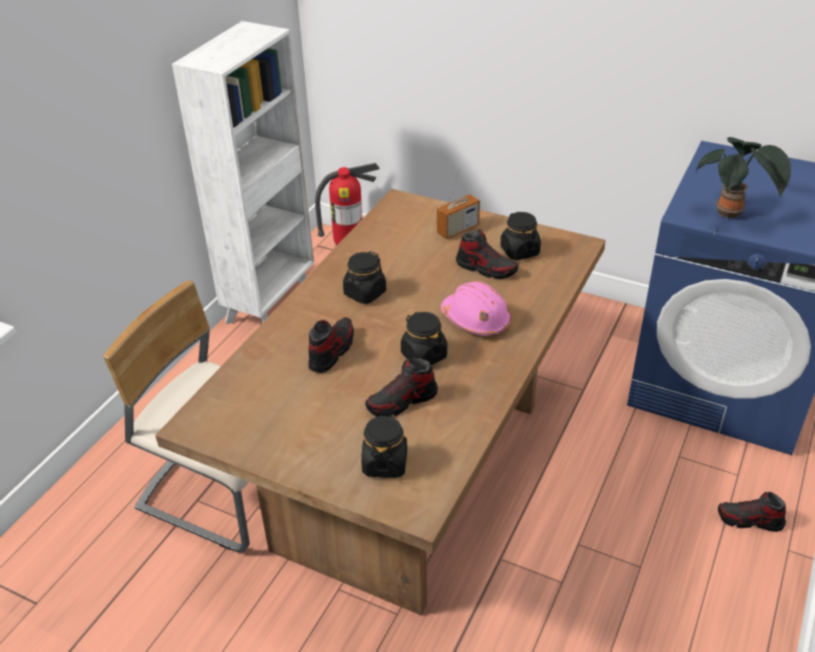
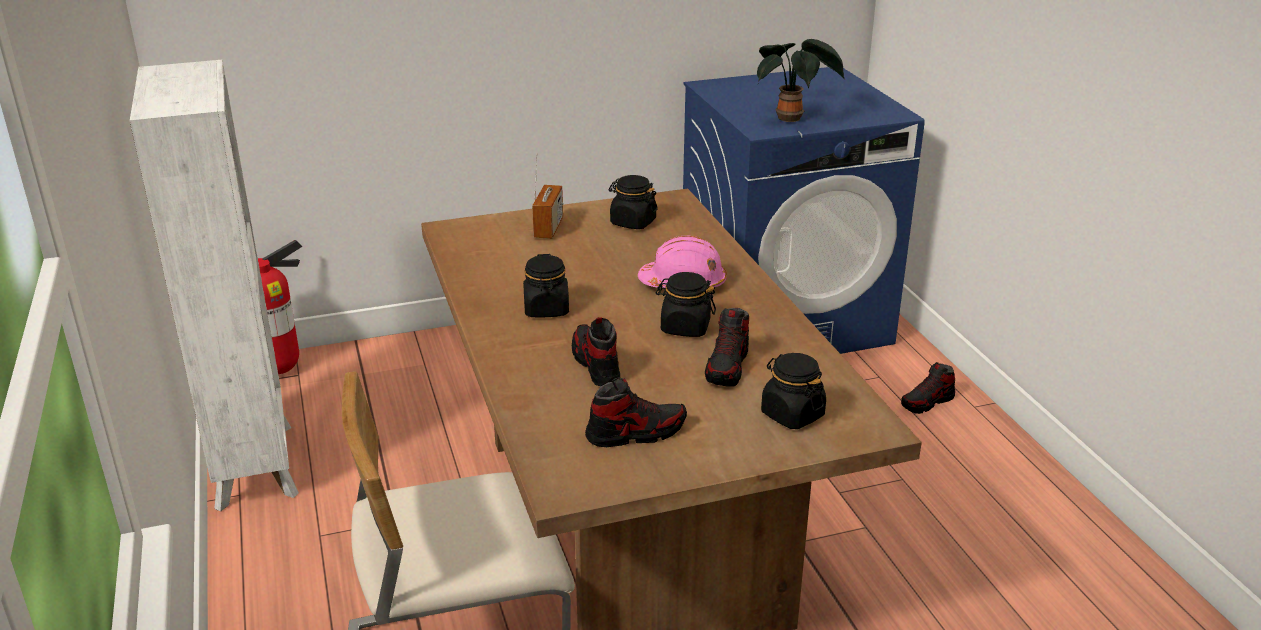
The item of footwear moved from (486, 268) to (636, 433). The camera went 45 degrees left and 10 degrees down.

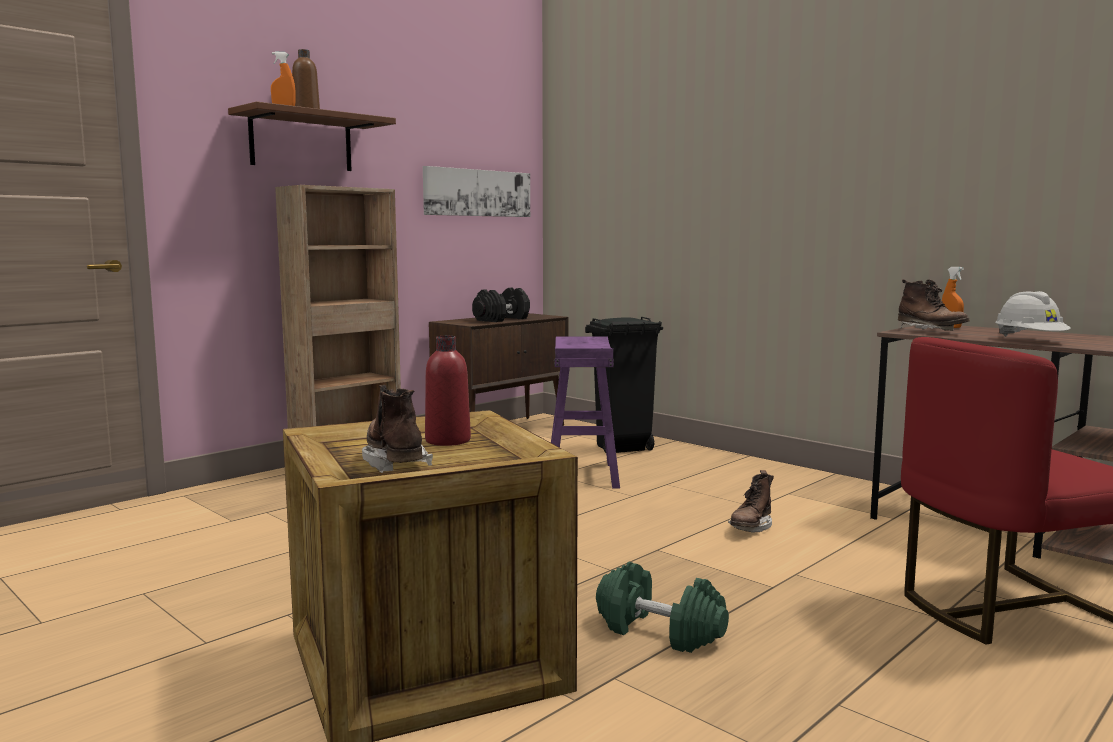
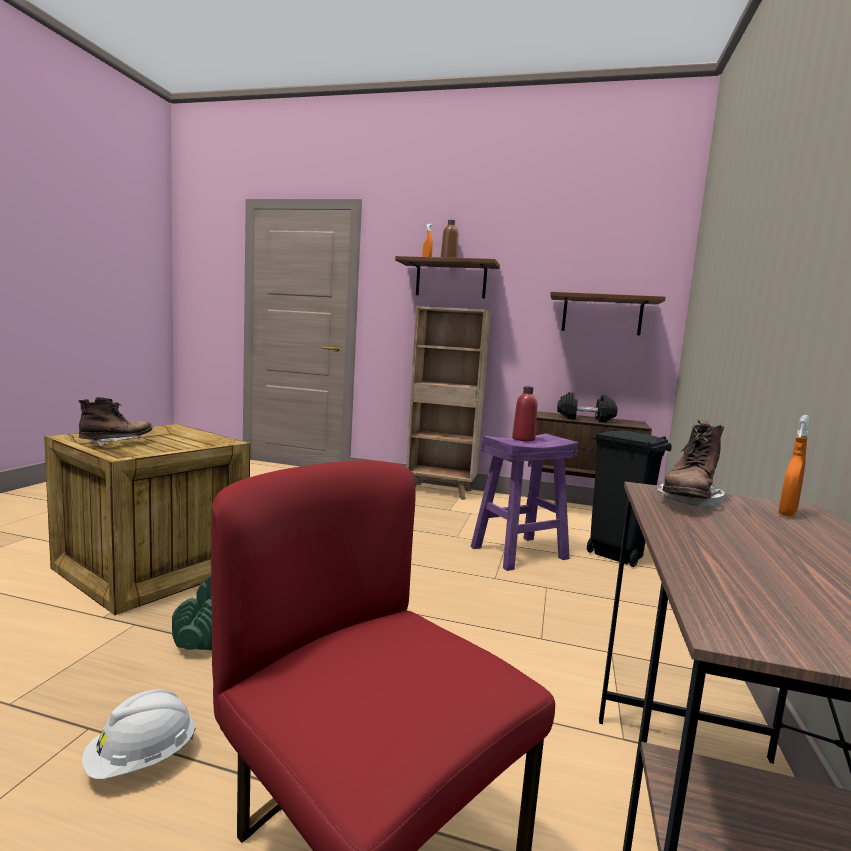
The wall art at (477, 193) was replaced by the wall shelf in brown at (602, 315). The safety helmet in white-coloured moved from (1029, 340) to (141, 760). The drink bottle in red-coloured moved from (448, 441) to (523, 439). The tall boot in brown at (751, 527) disappeared. The camera went 60 degrees right and 0 degrees up.

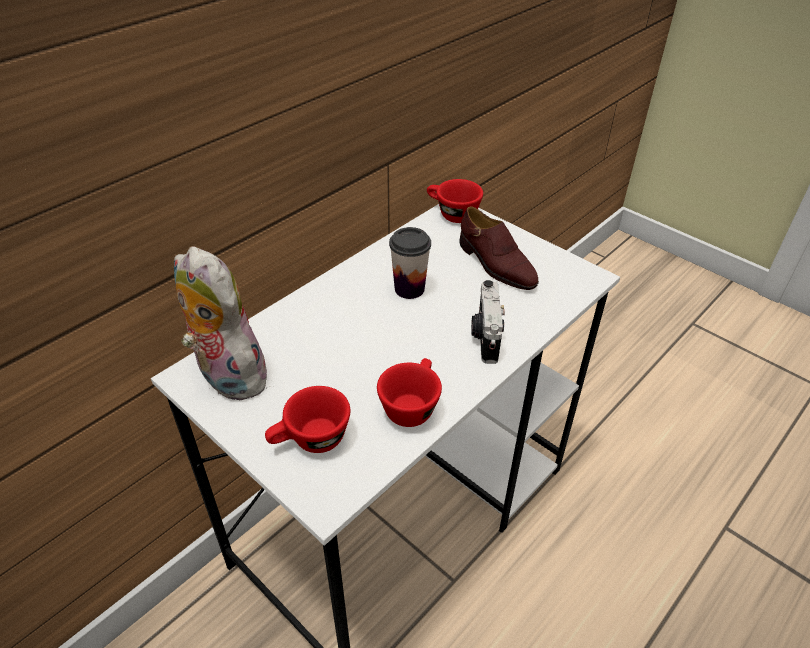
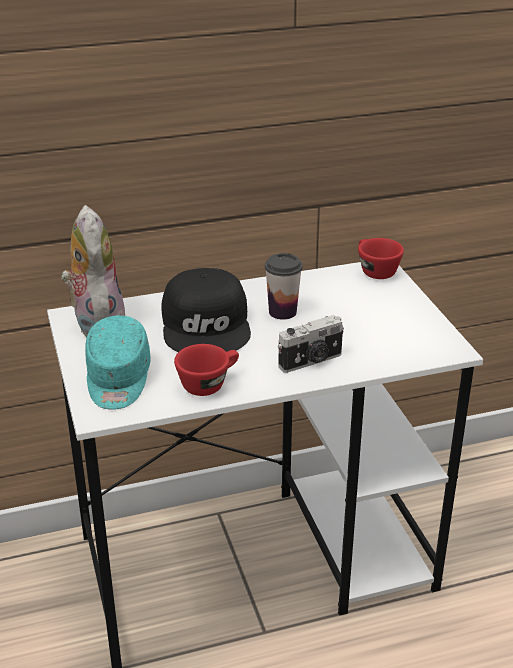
The item of footwear in brown at (496, 264) disappeared. The photo camera at (485, 337) turned 150 degrees counterclockwise. The cup in red-coloured at (310, 441) was replaced by the peaked cap in turquoise-coloured at (118, 379). The peaked cap in black-coloured at (207, 325) appeared. The camera went 30 degrees right and 10 degrees down.

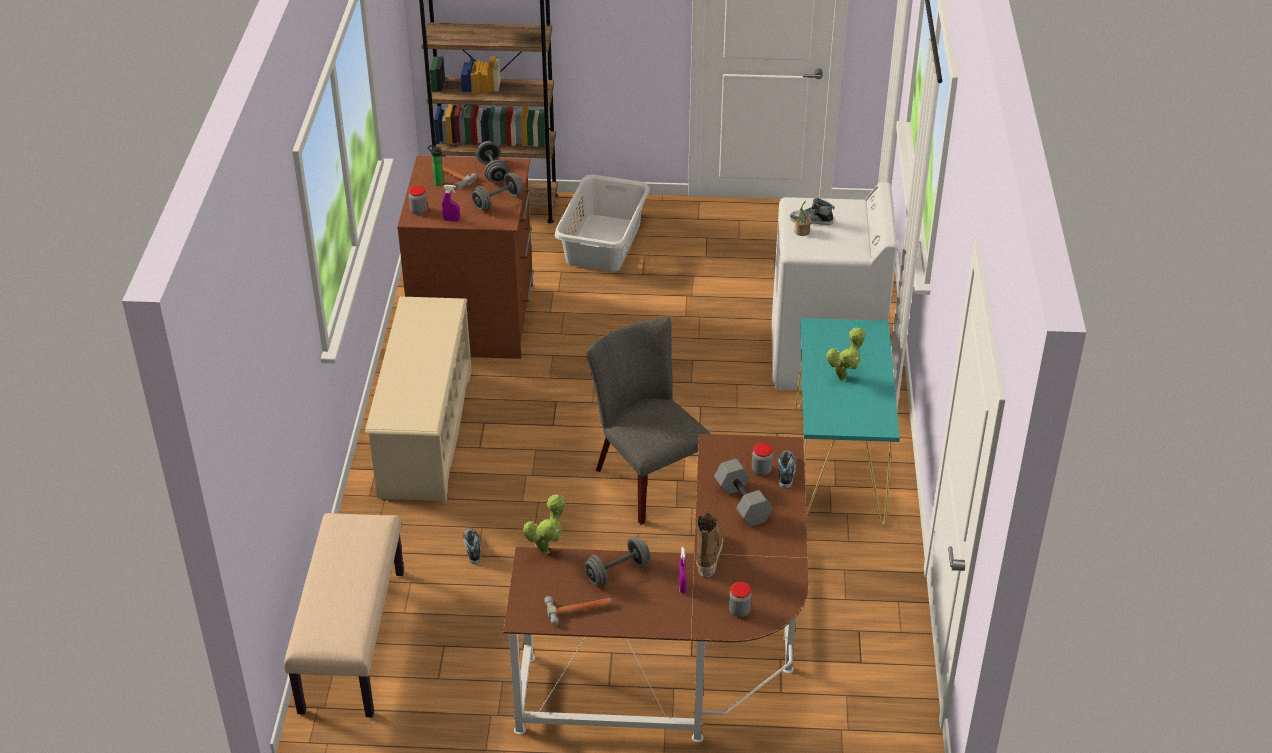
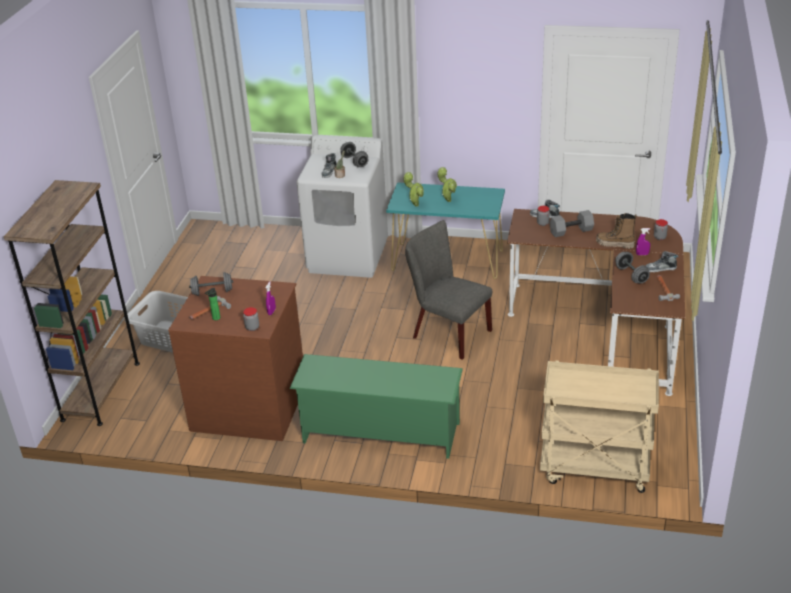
The dumbbell in greyish moved from (498, 202) to (354, 162). The shoe stand in sand-coloured at (425, 433) became the shoe stand in green at (380, 433). The plain chair in greyish at (646, 477) turned 60 degrees clockwise. The houseplant moved from (547, 549) to (415, 205). The long seat in sand-coloured at (351, 640) was replaced by the cart in sand-coloured at (593, 469). The item of footwear moved from (472, 548) to (660, 269). The camera went 80 degrees left and 5 degrees down.

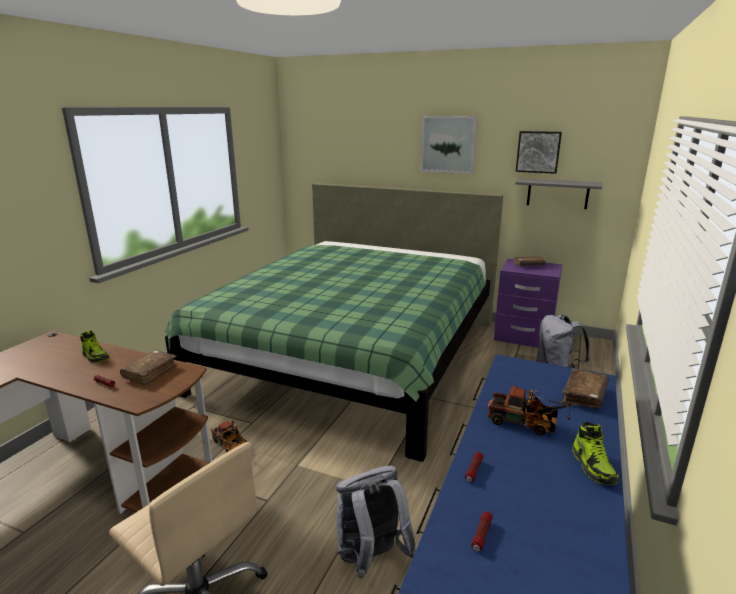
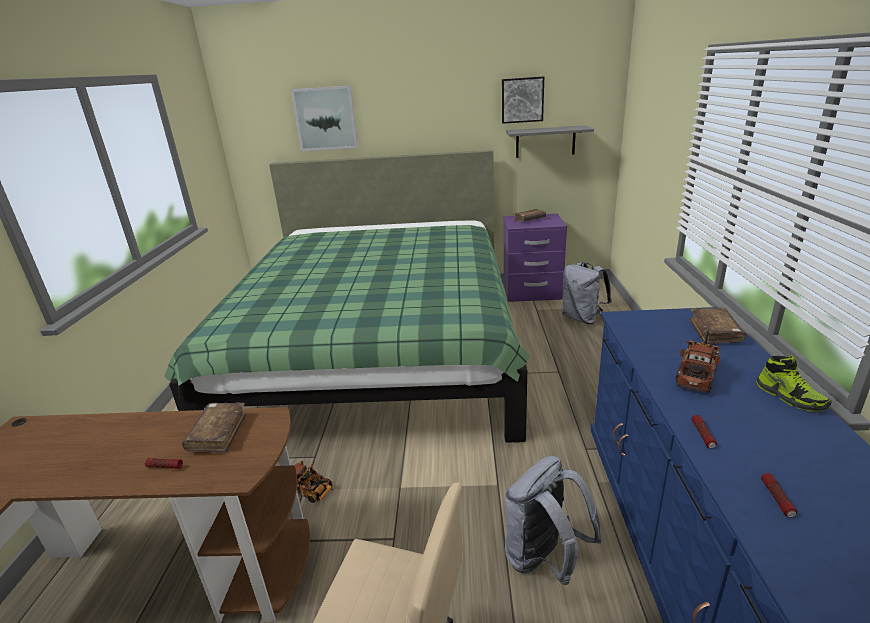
The wall art moved from (448, 144) to (325, 118). The item of footwear at (95, 356) disappeared. The model truck at (526, 424) turned 60 degrees counterclockwise. The camera went 20 degrees left and 5 degrees up.

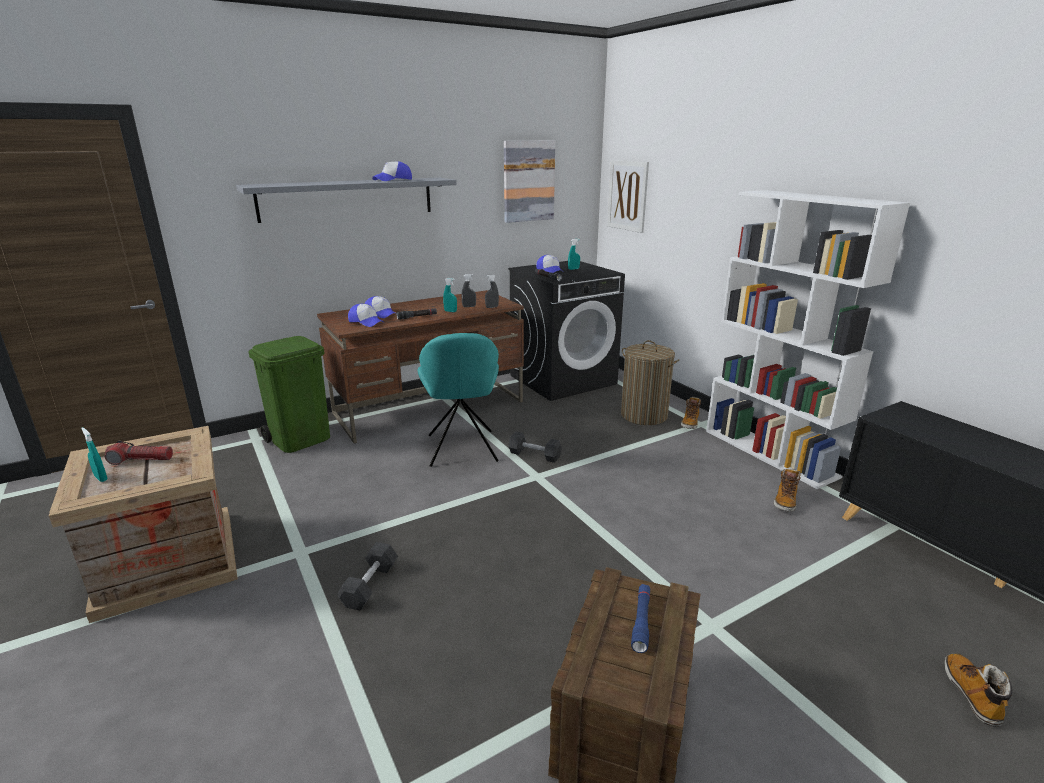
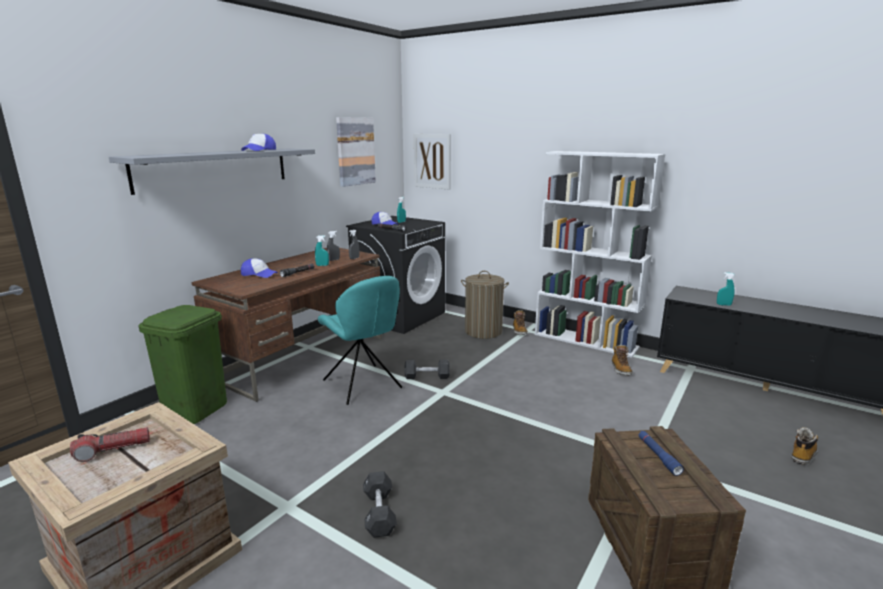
The peaked cap at (366, 322) disappeared. The hand sprayer in turquoise-coloured moved from (101, 478) to (723, 305). The tall boot at (971, 694) turned 60 degrees clockwise. The camera went 25 degrees left and 5 degrees down.

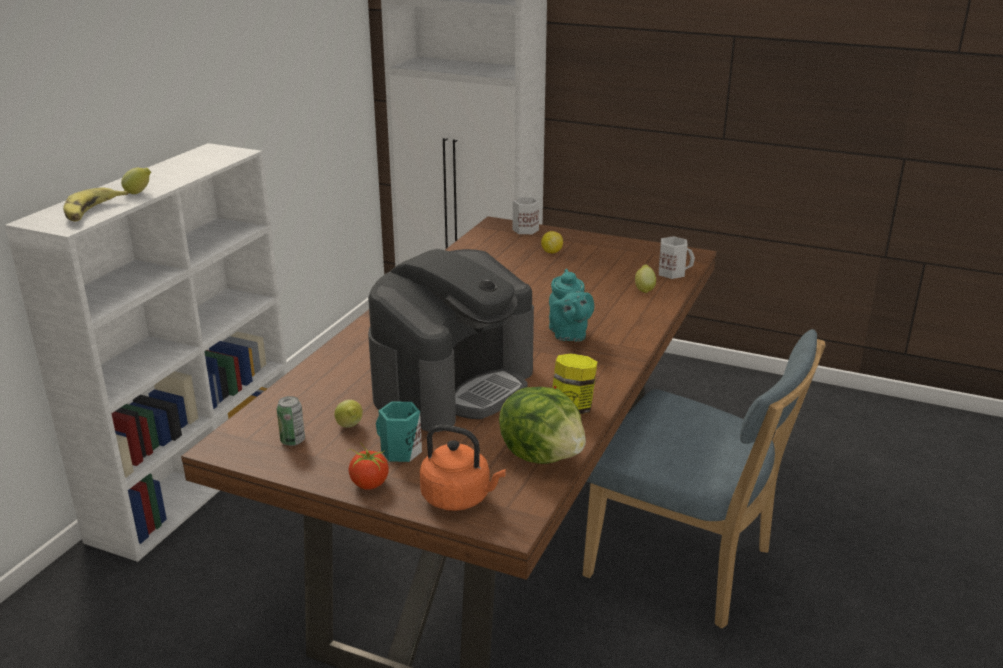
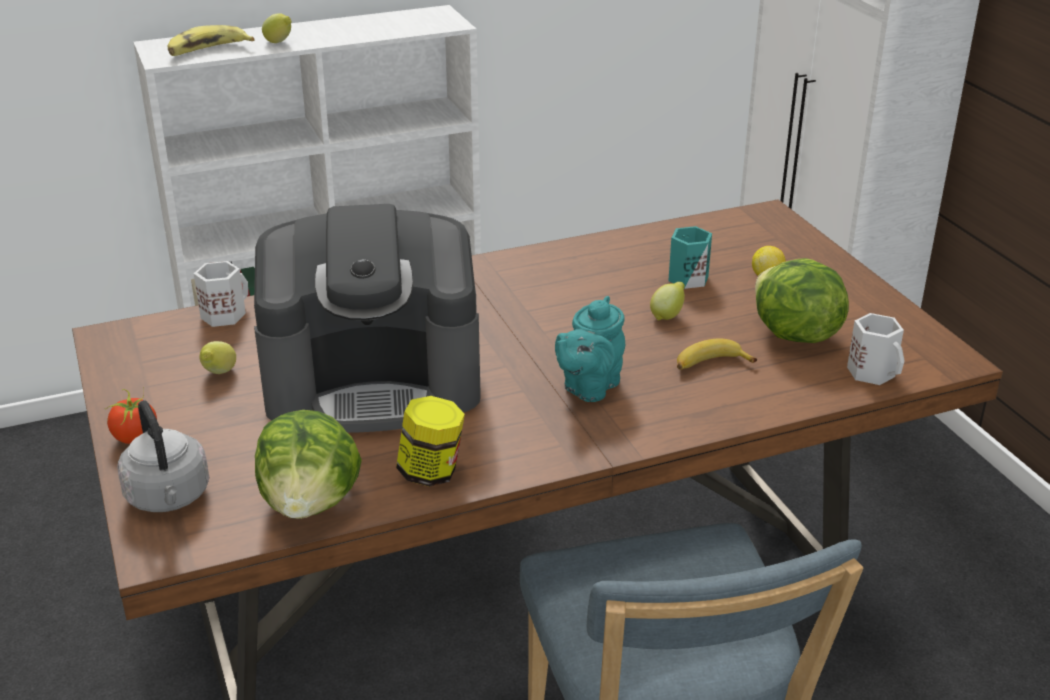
The tea mug in white-coloured moved from (524, 229) to (224, 314). The whole lemon moved from (644, 289) to (667, 315). The can at (293, 440) disappeared. The tea mug in turquoise-coloured moved from (399, 451) to (686, 278). The tea kettle in orangey at (459, 498) became the tea kettle in greyish at (169, 498). The head of lettuce at (793, 335) appeared. The banana fruit at (710, 364) appeared. The camera went 45 degrees right and 5 degrees up.

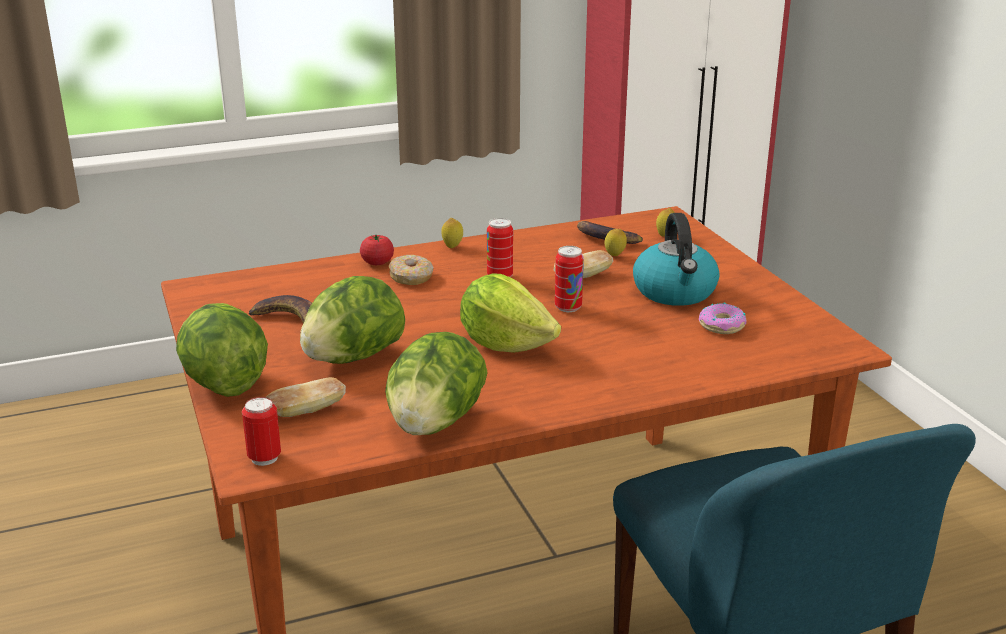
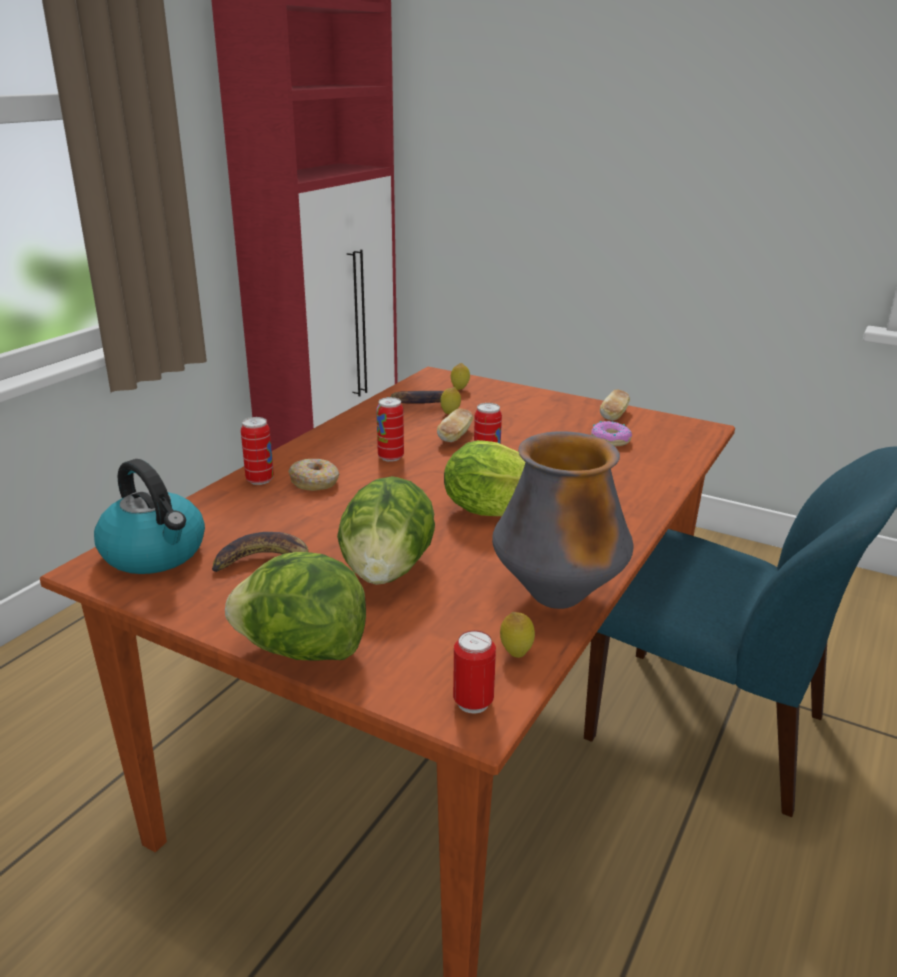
The tea kettle moved from (675, 292) to (155, 553). The whole lemon moved from (452, 247) to (516, 653). The fresh tomato at (377, 263) was replaced by the can at (260, 480). The head of lettuce at (435, 424) was replaced by the decorative vase at (557, 597). The baked bread moved from (307, 411) to (614, 416). The camera went 40 degrees left and 0 degrees up.

